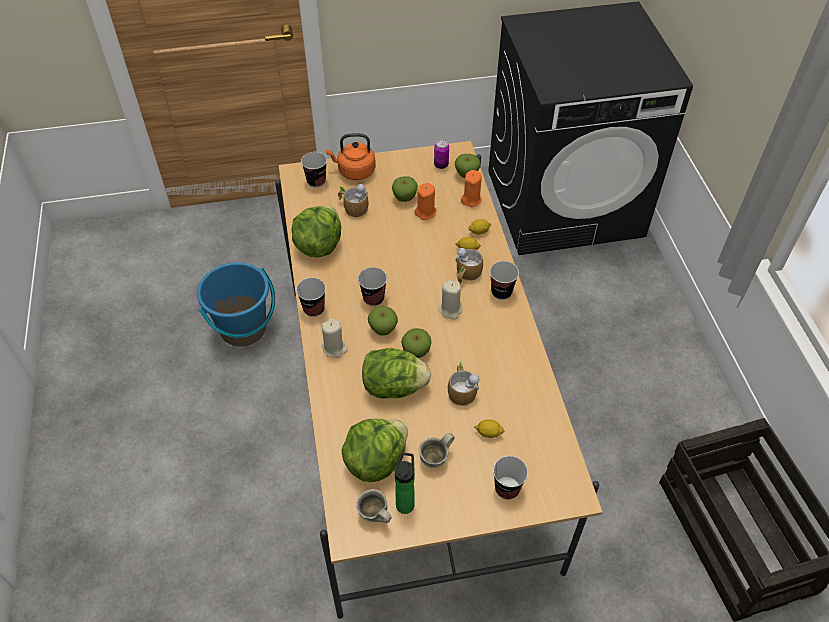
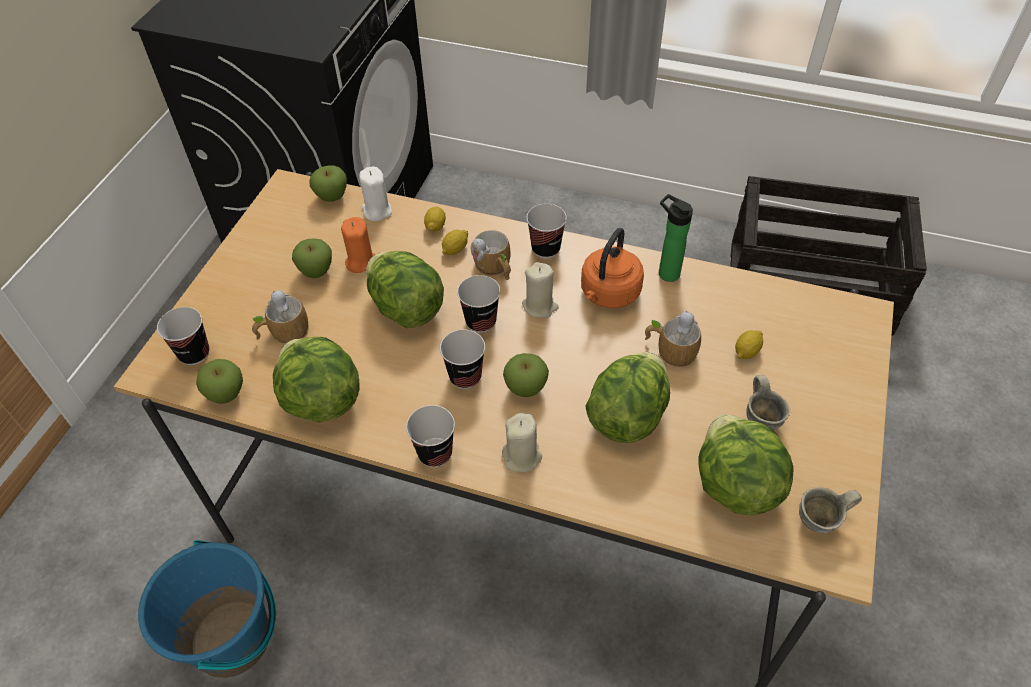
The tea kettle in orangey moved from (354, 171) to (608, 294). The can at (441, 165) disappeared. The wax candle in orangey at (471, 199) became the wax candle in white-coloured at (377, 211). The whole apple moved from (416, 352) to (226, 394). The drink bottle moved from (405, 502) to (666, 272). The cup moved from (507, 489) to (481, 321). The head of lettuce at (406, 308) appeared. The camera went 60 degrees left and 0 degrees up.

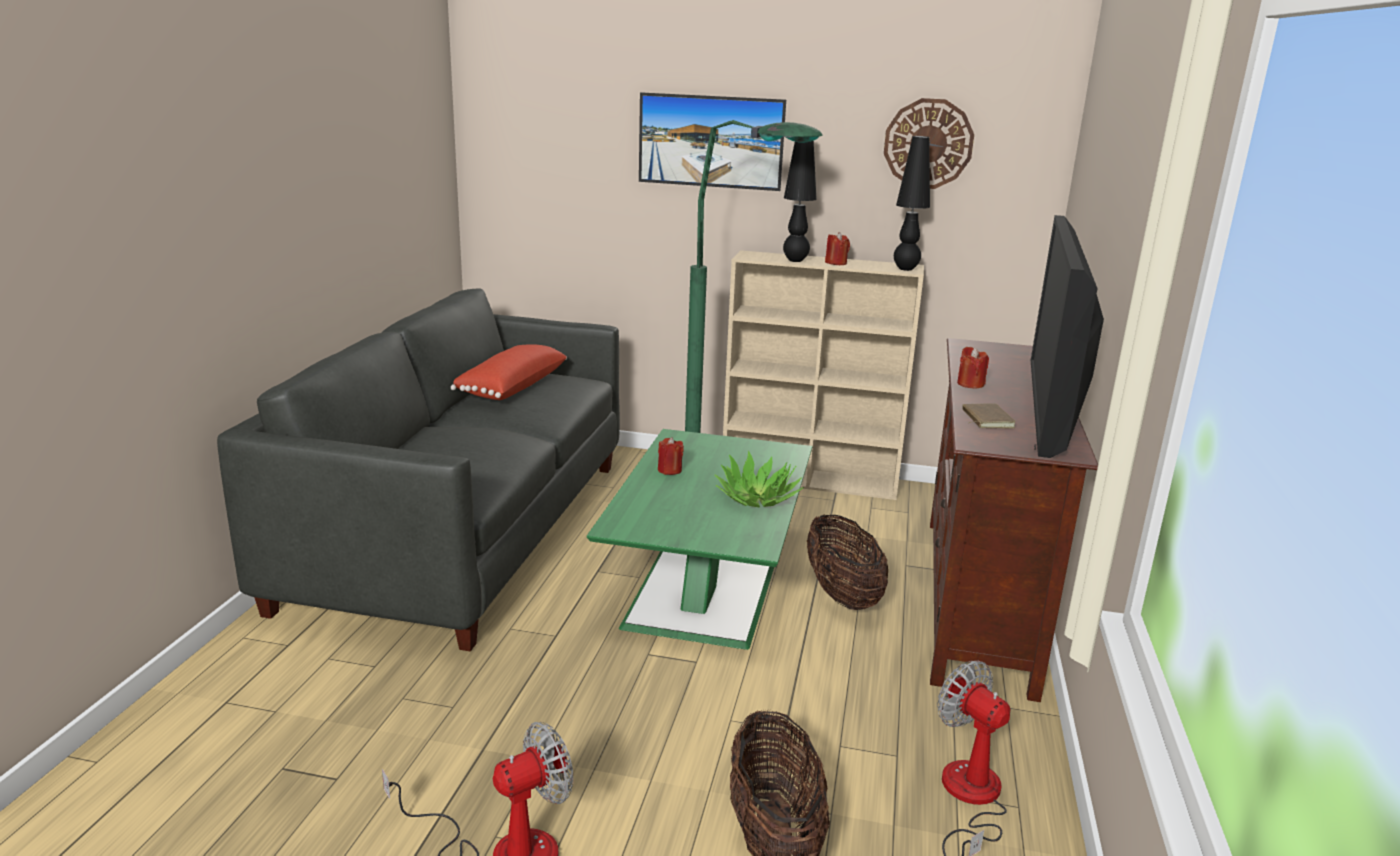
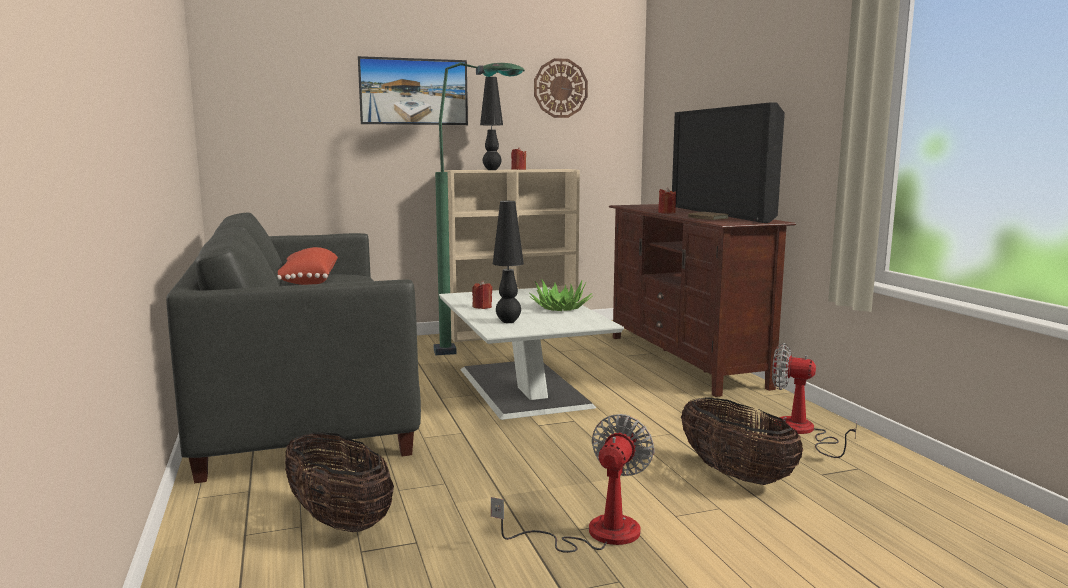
The table lamp in black-coloured moved from (905, 269) to (508, 322). The coffee table in green at (707, 580) became the coffee table in white-coloured at (521, 386). The storage basket moved from (842, 595) to (339, 520). The camera went 30 degrees left and 10 degrees down.

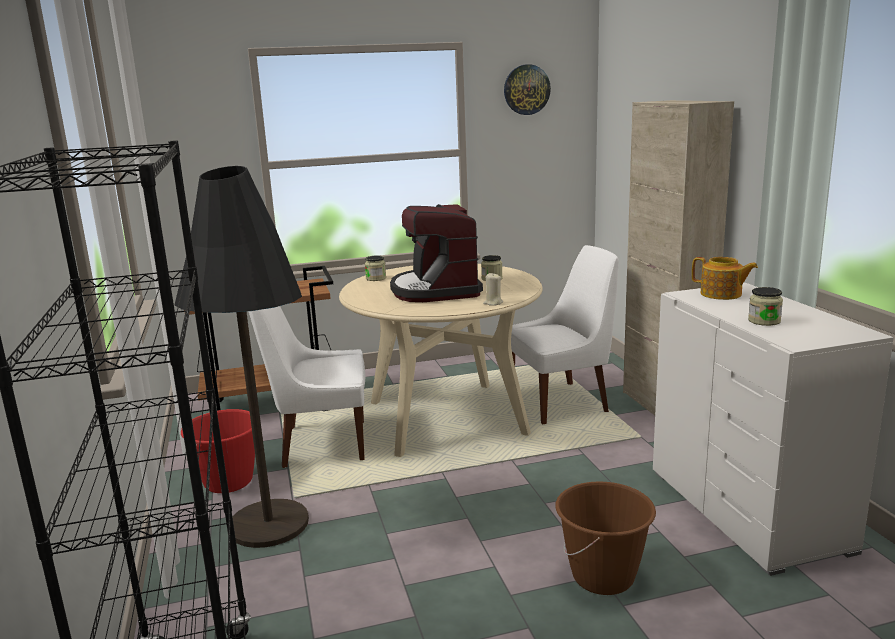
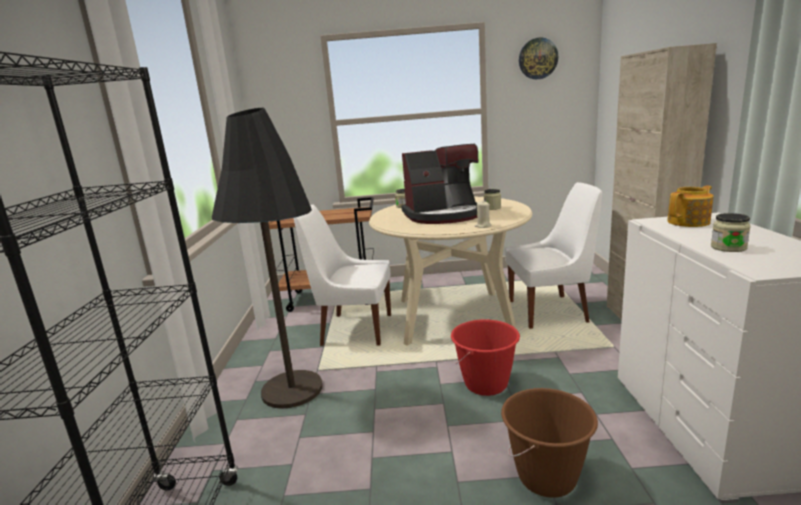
The coffee maker at (436, 290) turned 105 degrees counterclockwise. The teapot at (721, 294) turned 75 degrees counterclockwise. The water bucket in red-coloured moved from (228, 482) to (486, 384). The camera went 15 degrees right and 0 degrees up.

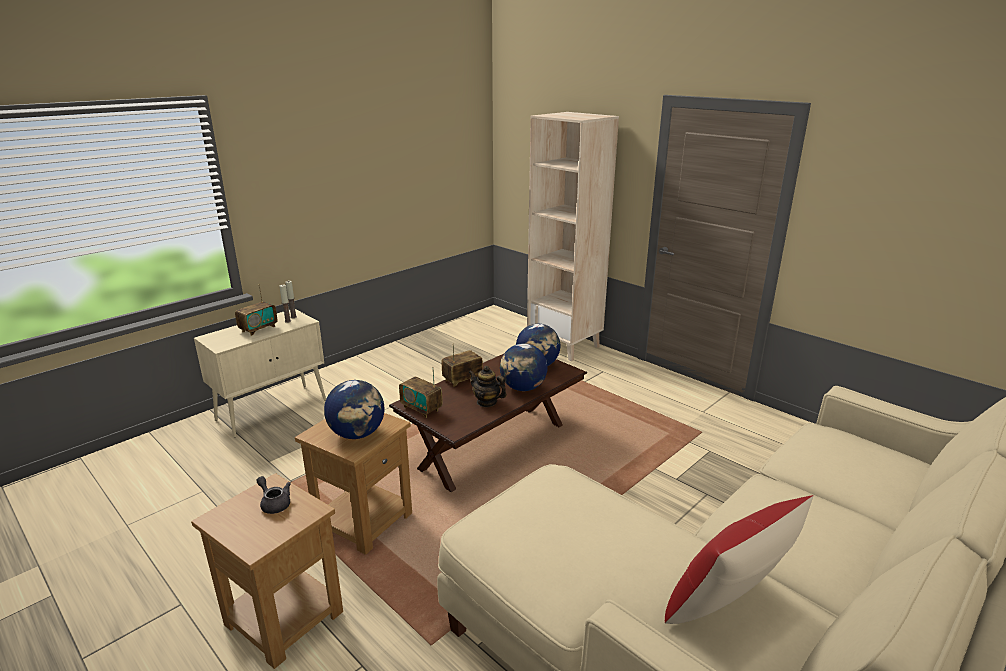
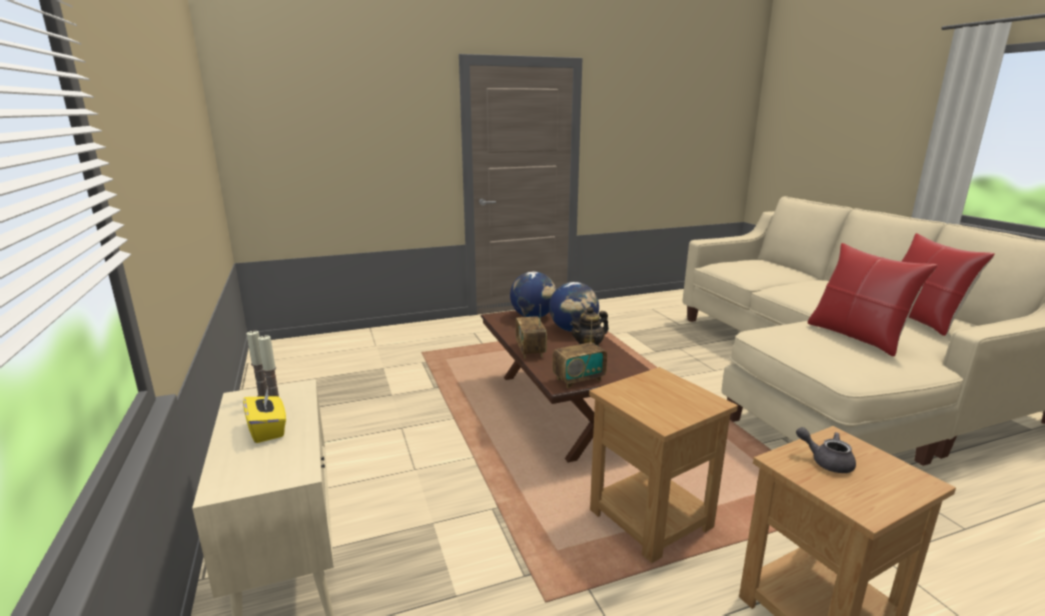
The bookshelf in sand-coloured at (565, 345) disappeared. The radio receiver at (258, 329) was replaced by the tissue box in yellow-coloured at (268, 430). The world globe at (357, 434) disappeared. The teapot in greyish at (274, 503) turned 60 degrees clockwise. The cushion in red-coloured at (857, 337) appeared. The camera went 65 degrees left and 5 degrees down.

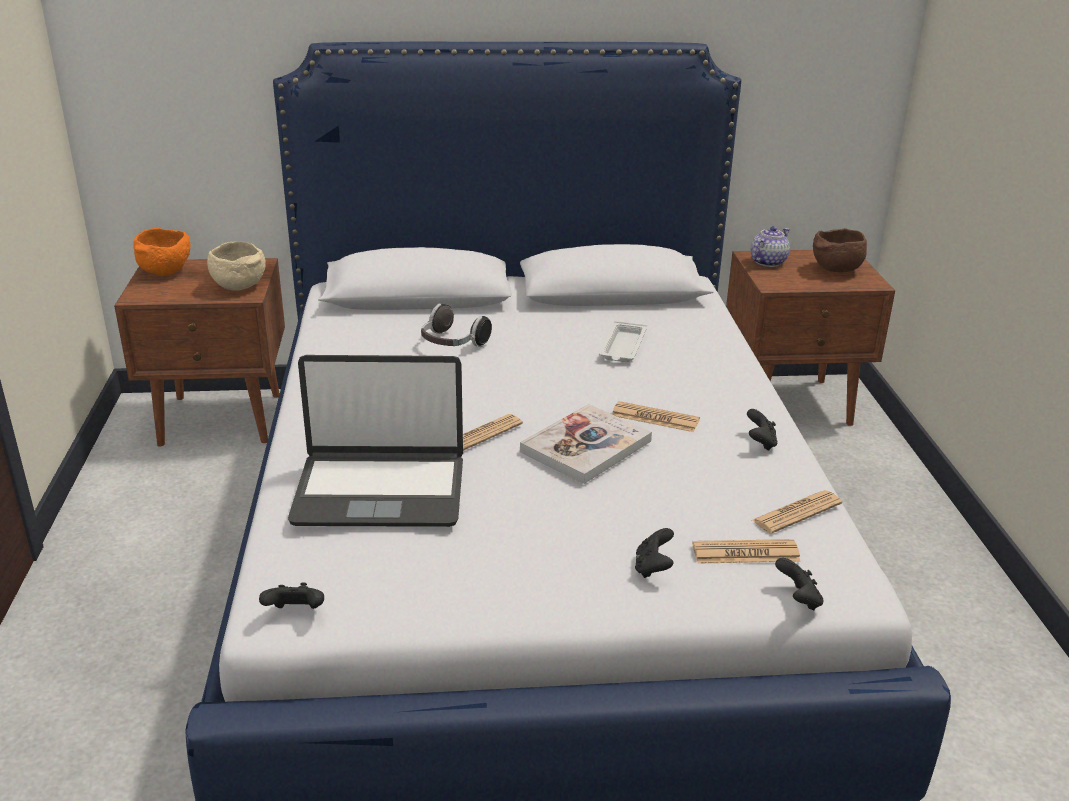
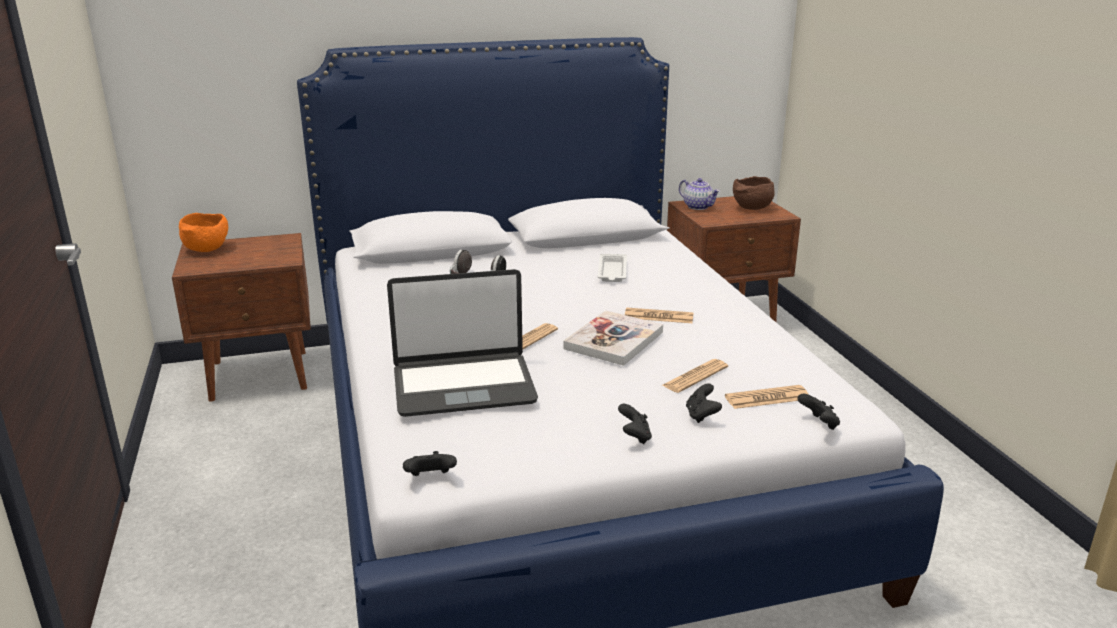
The teapot at (768, 262) turned 105 degrees clockwise. The bowl in sand-coloured at (238, 286) disappeared. The gamepad in black-coloured moved from (760, 443) to (634, 437). The daily paper moved from (796, 512) to (695, 376). The camera went 10 degrees left and 5 degrees down.

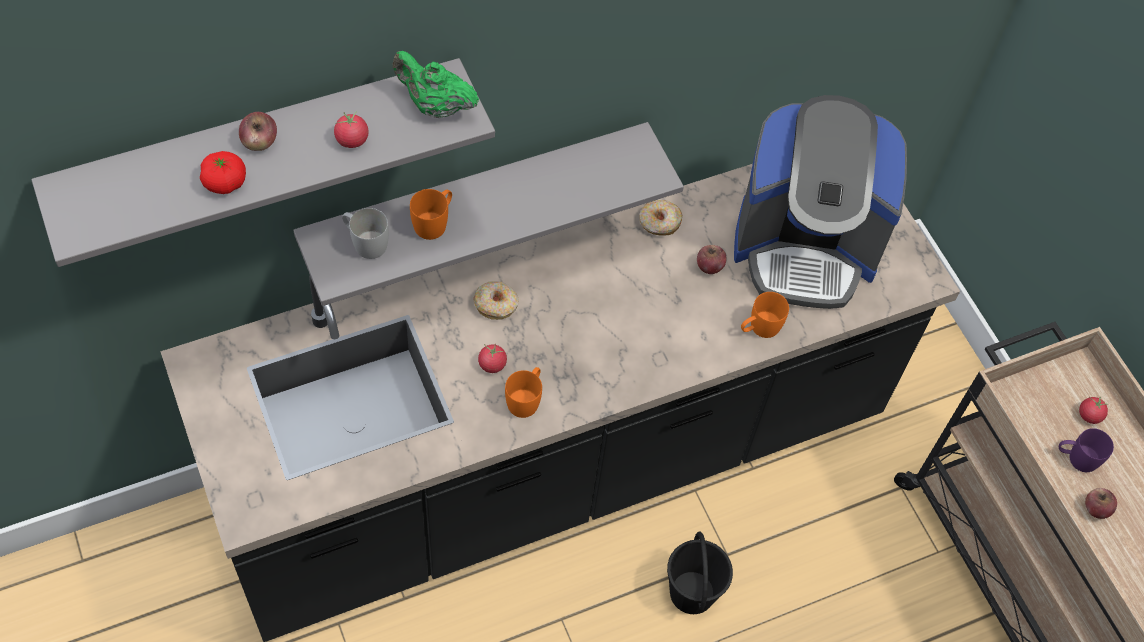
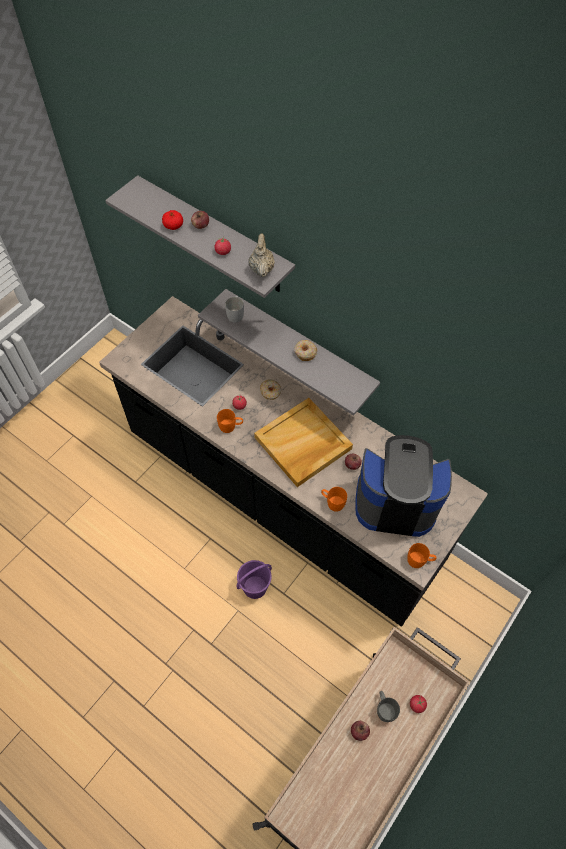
The teapot in green at (435, 106) became the teapot in sand-coloured at (261, 268). The coffee maker at (805, 246) turned 120 degrees clockwise. The tea mug in orangey moved from (434, 222) to (419, 560). The ring doughnut moved from (659, 222) to (305, 353). The tea mug in purple-coloured at (1076, 458) became the tea mug in greyish at (384, 708). The water bucket in black-coloured at (692, 593) became the water bucket in purple-coloured at (254, 587). The serving tray in sand-coloured at (303, 444) appeared. The camera went 65 degrees right and 0 degrees up.

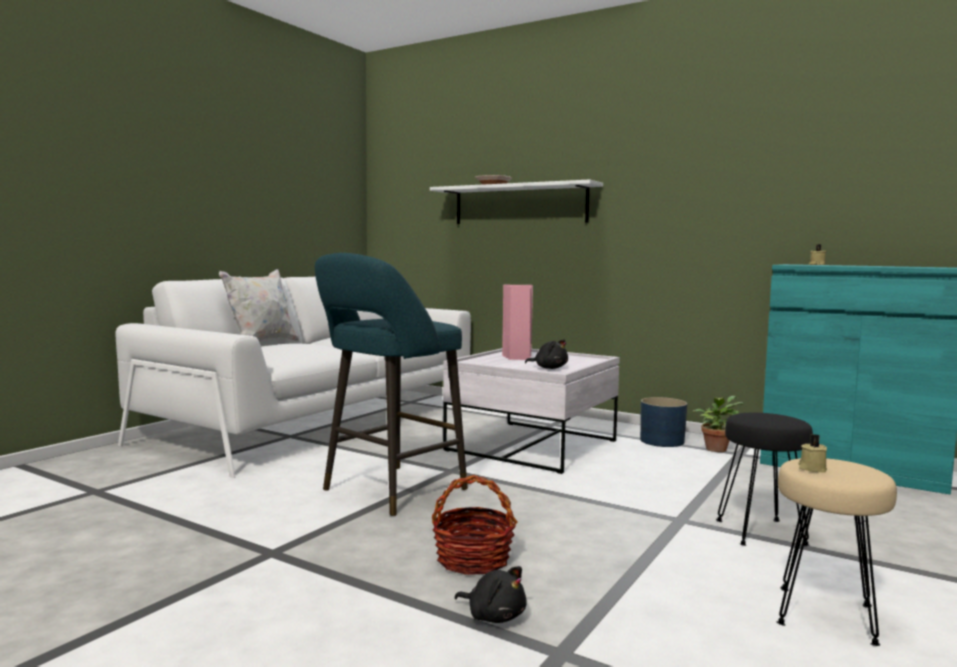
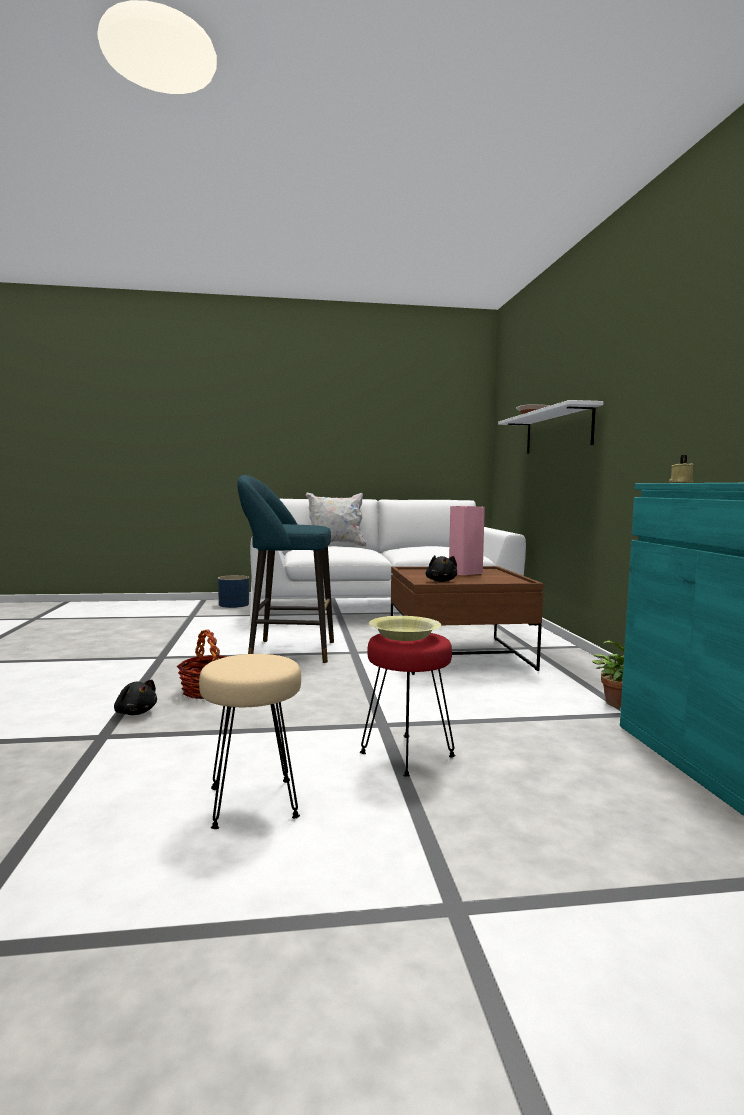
The coffee table in white-coloured at (531, 445) became the coffee table in brown at (458, 655). The planter in blue moved from (662, 441) to (234, 605). The stool in black-coloured at (762, 533) became the stool in red-coloured at (407, 755). The wax candle in sand-coloured at (812, 468) disappeared. The soft toy in black-coloured at (494, 616) turned 45 degrees counterclockwise. The bowl in yellow-coloured at (404, 637) appeared. The camera went 50 degrees right and 0 degrees up.

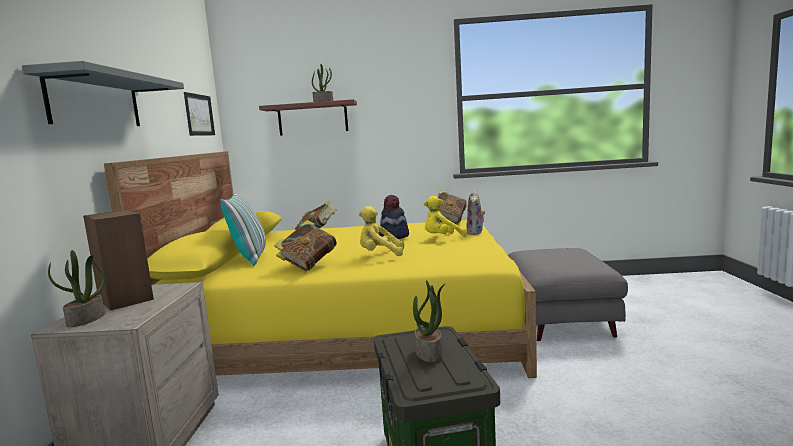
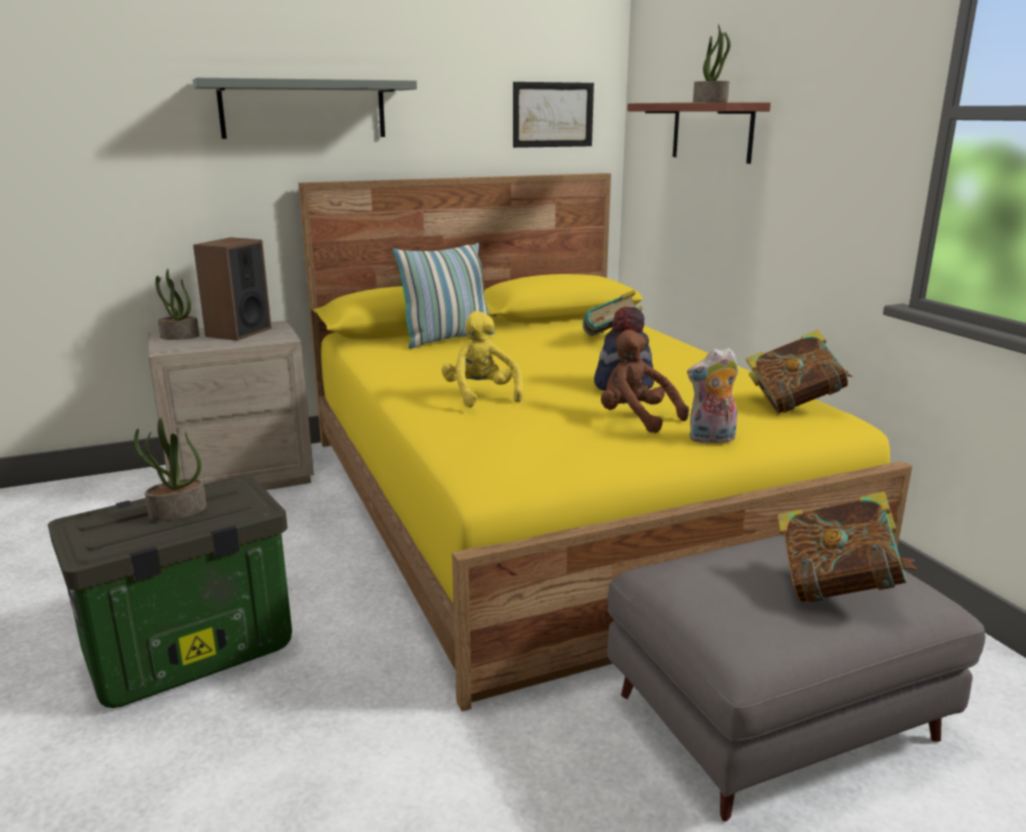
The soft toy in yellow-coloured at (442, 238) became the soft toy in brown at (636, 419). The book moved from (308, 265) to (836, 589). The camera went 65 degrees right and 10 degrees up.

